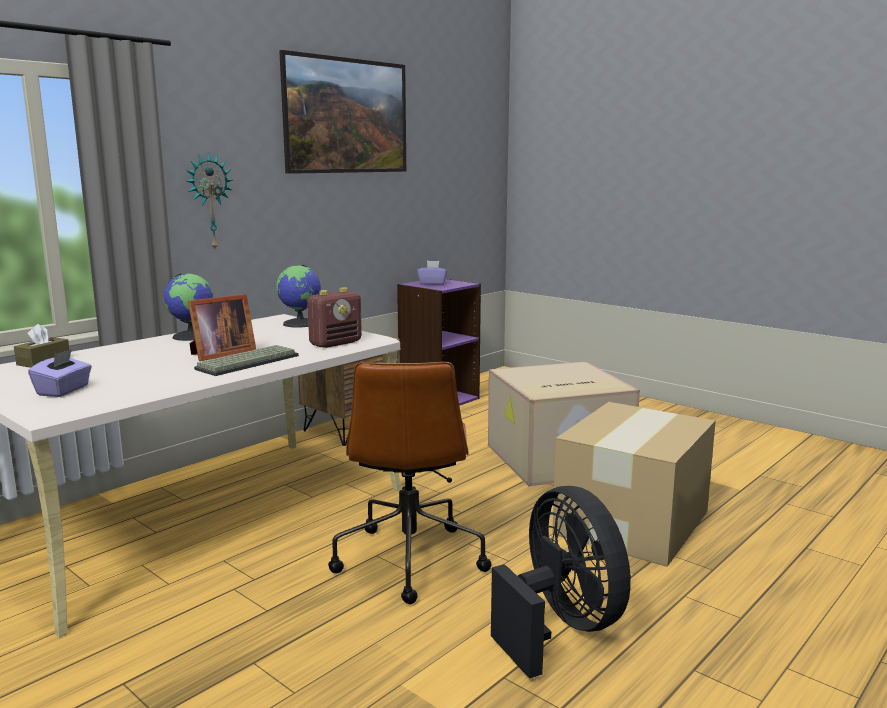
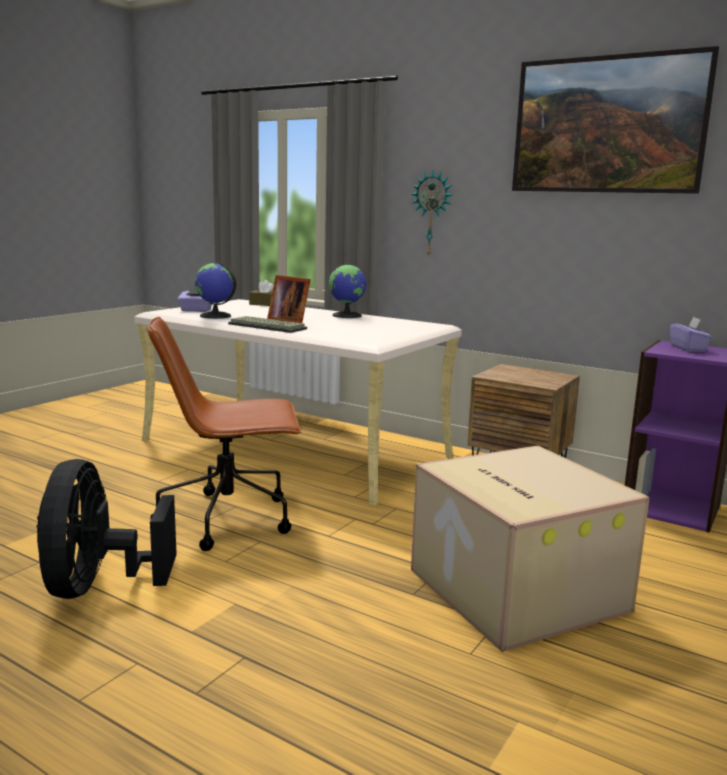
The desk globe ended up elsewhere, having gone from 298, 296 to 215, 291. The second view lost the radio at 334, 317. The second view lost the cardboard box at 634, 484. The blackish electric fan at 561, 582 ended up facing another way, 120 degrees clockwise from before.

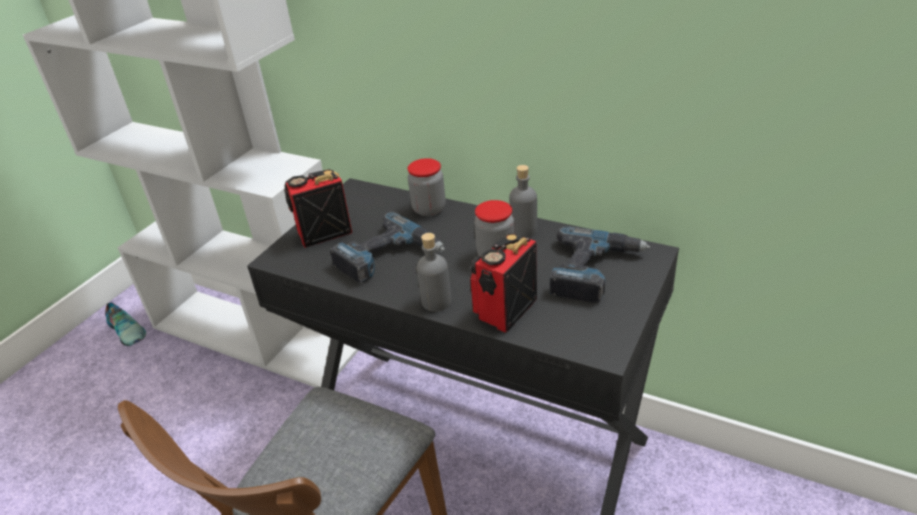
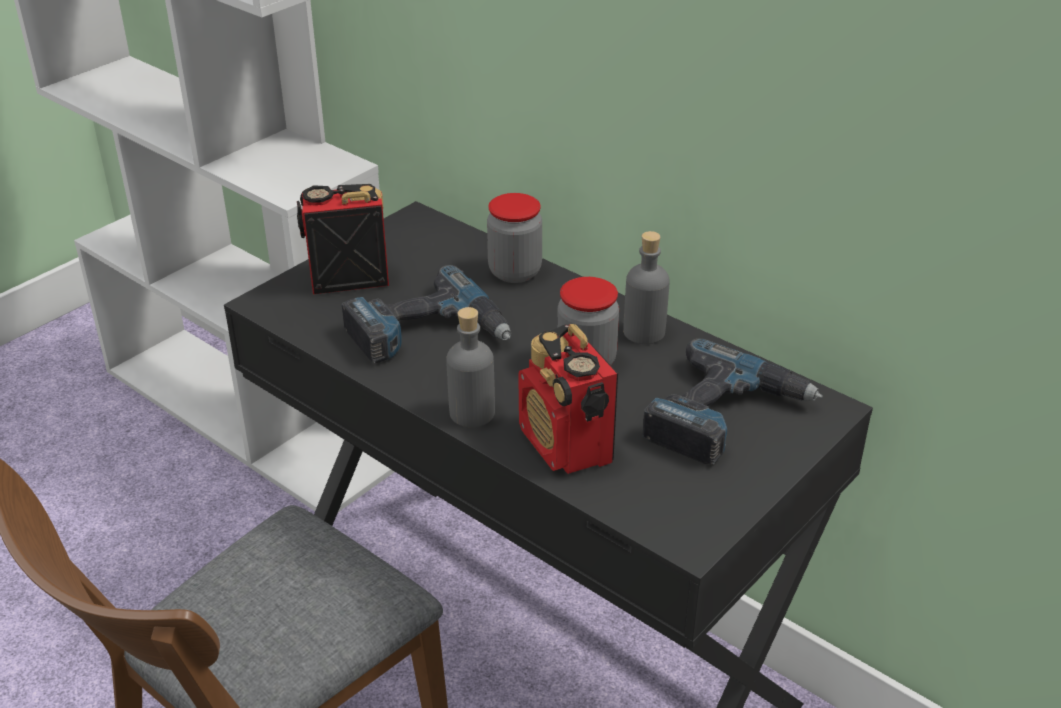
The radio at 503, 283 ended up facing another way, 75 degrees counterclockwise from before. The second view lost the item of footwear at 125, 324.

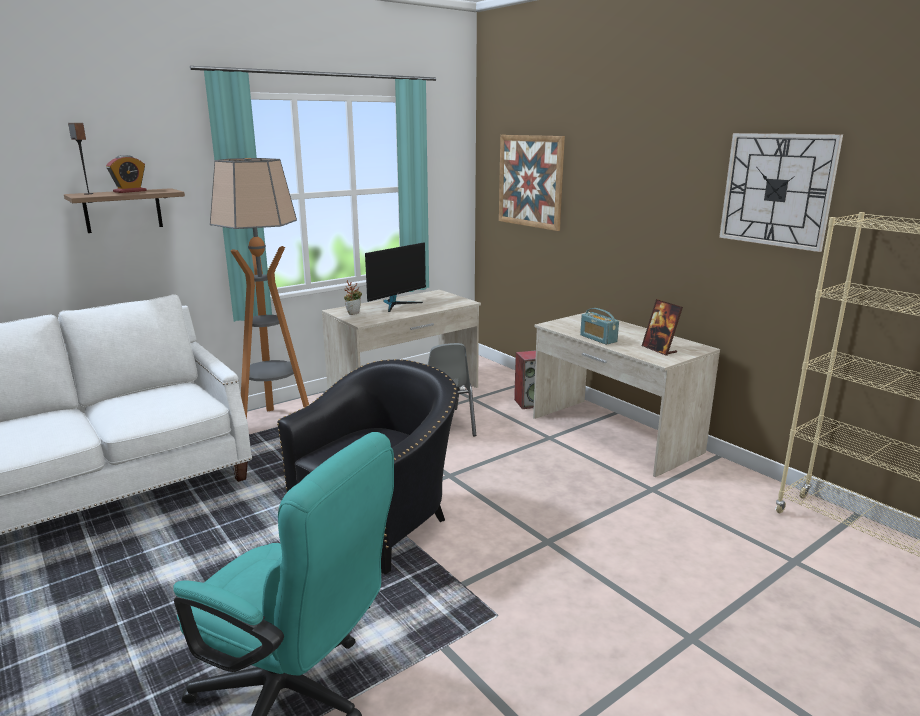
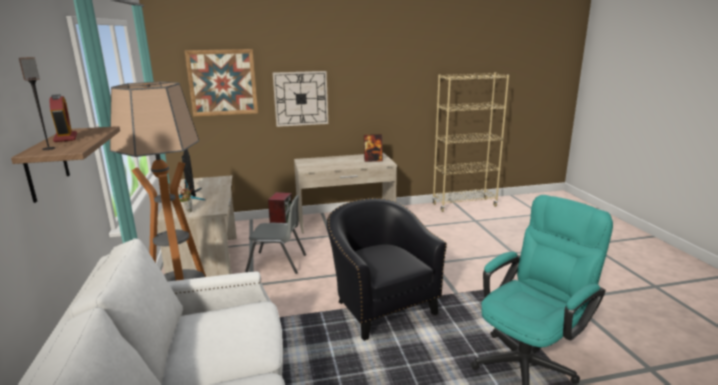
The wall clock ended up elsewhere, having gone from 781, 192 to 300, 99. The second view lost the radio at 599, 326.

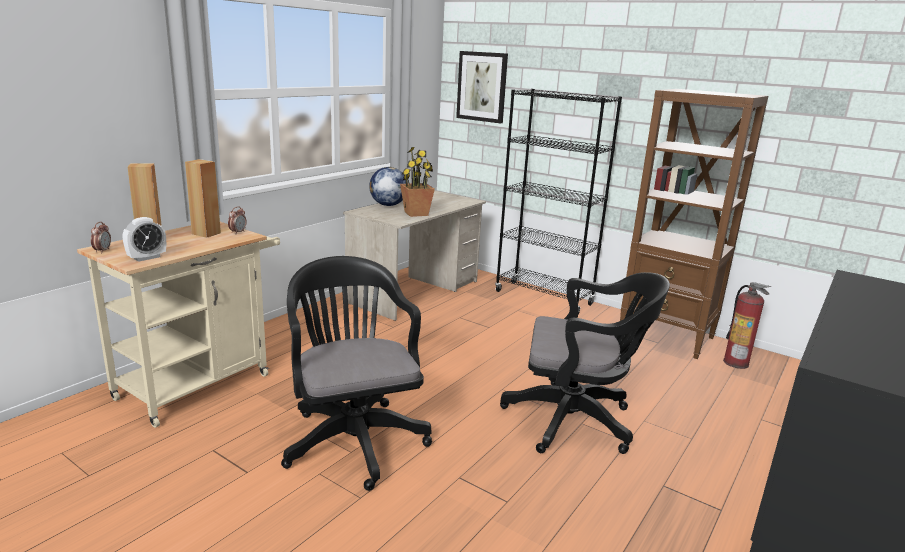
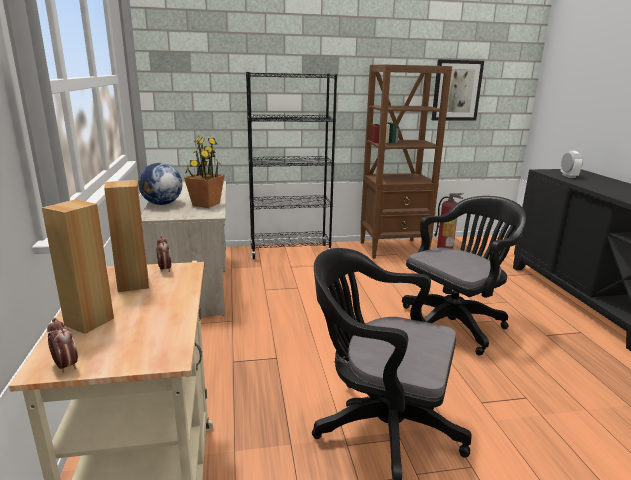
The wall art ended up elsewhere, having gone from 482, 87 to 458, 90. The table clock ended up elsewhere, having gone from 144, 239 to 572, 164.

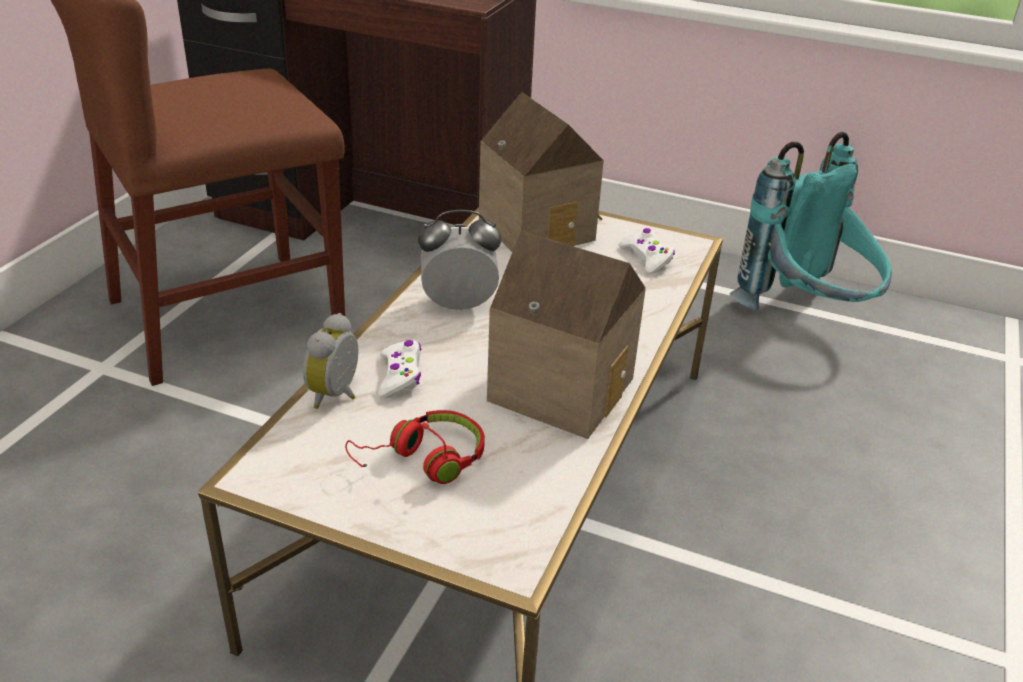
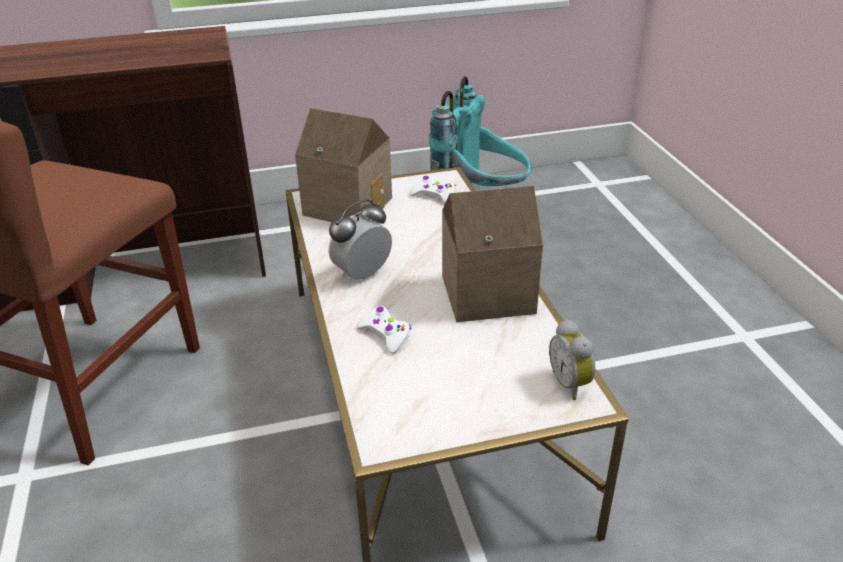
The table clock ended up elsewhere, having gone from 330, 361 to 572, 359. The second view lost the reddish headphones at 415, 447.

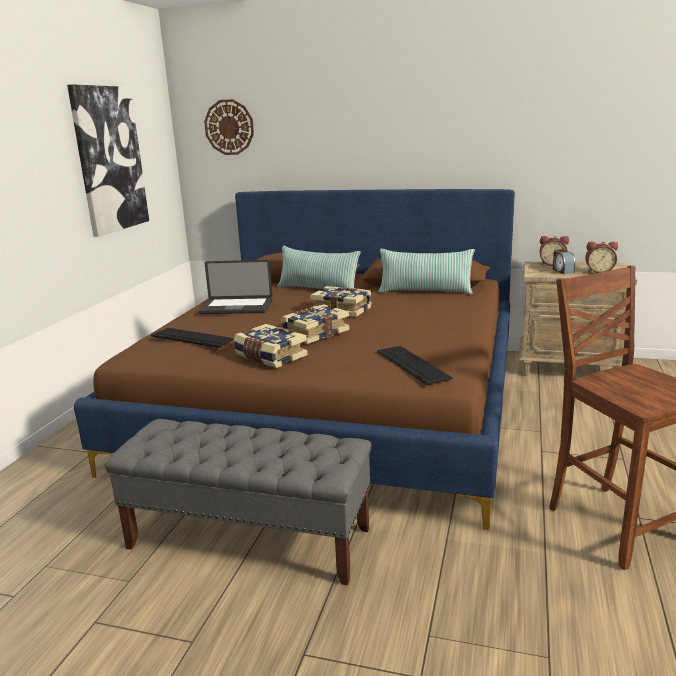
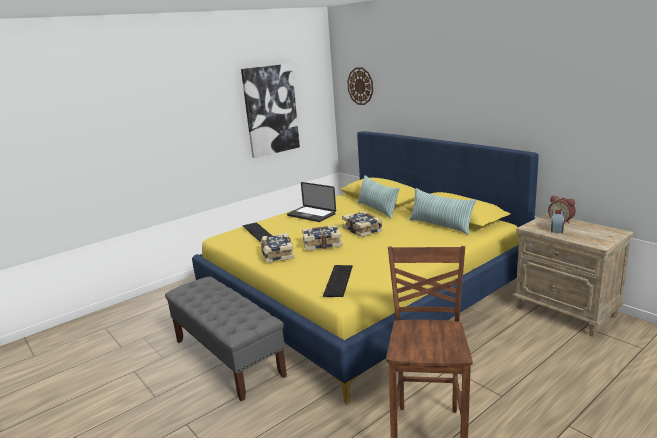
What was the brown-coloured bed at 294, 359 turned into the yellow-coloured bed at 365, 267. The second view lost the table clock at 601, 257.

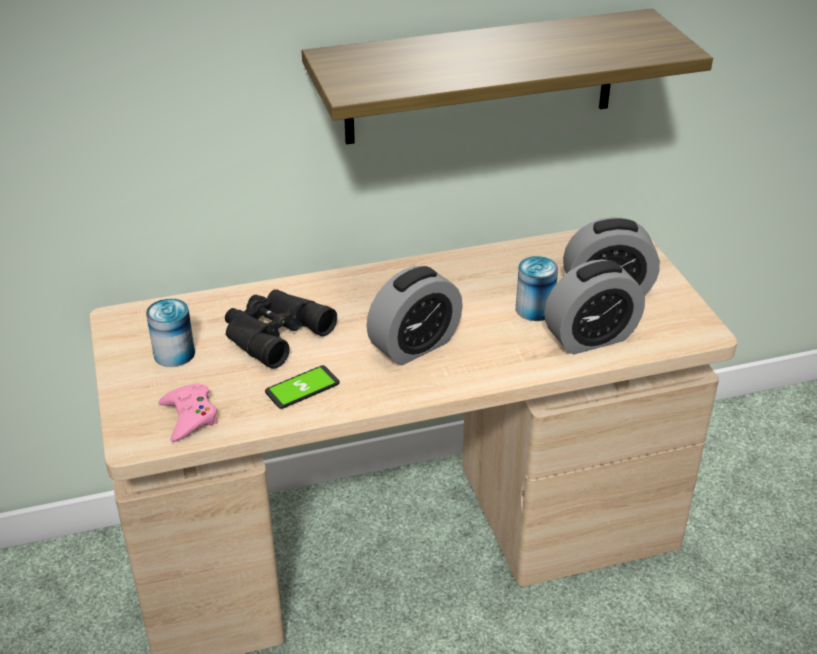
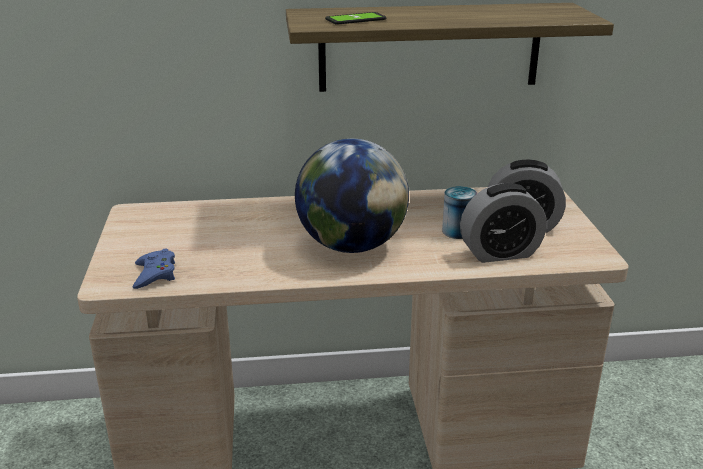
Where the table clock stood at 414, 315, the desk globe came to stand at 352, 195. The second view lost the blackish pair of binoculars at 281, 329. The second view lost the metal can at 170, 333. The telephone ended up elsewhere, having gone from 302, 387 to 355, 18. What was the pink gamepad at 188, 412 turned into the bluish gamepad at 154, 269.

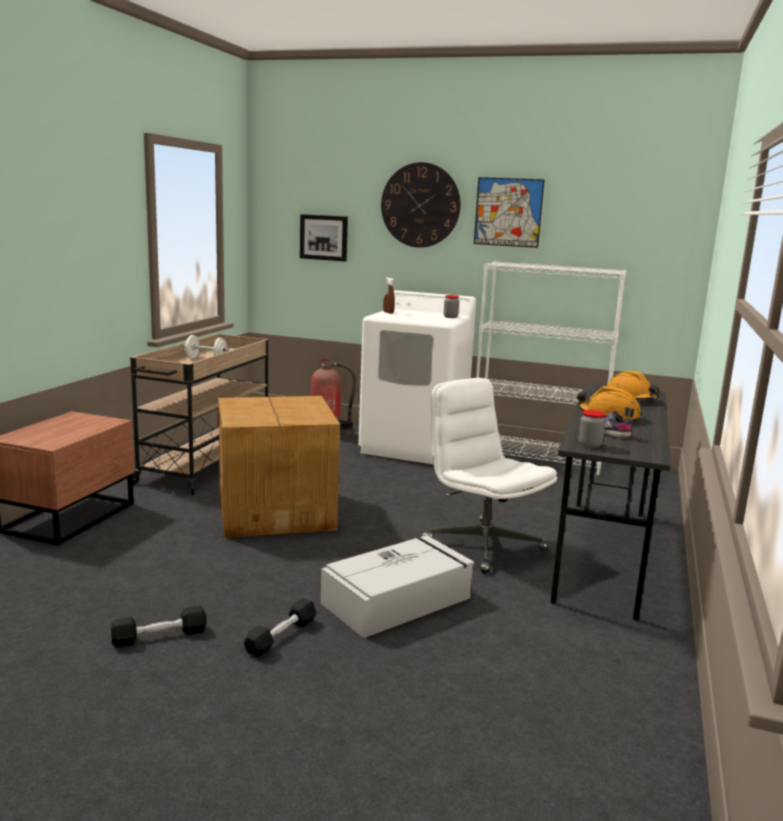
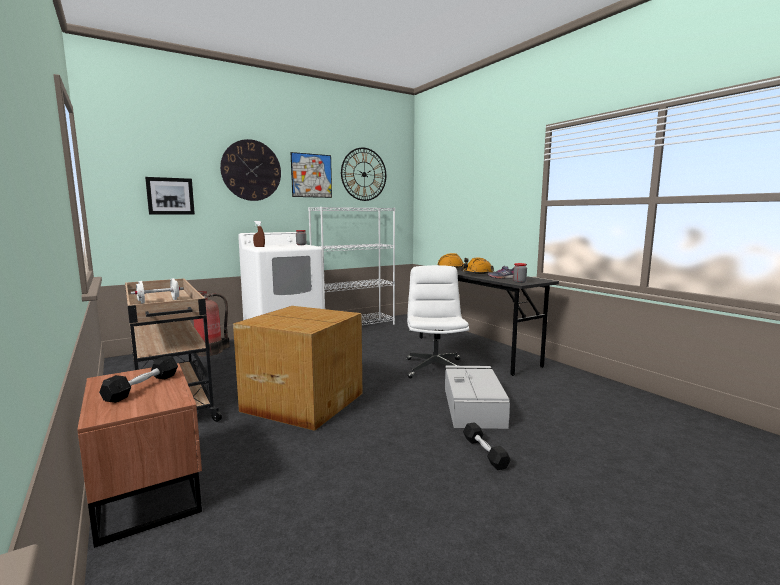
The whitish office chair at 489, 476 ended up facing another way, 90 degrees clockwise from before. The blackish hand weight ended up elsewhere, having gone from 158, 626 to 138, 379. The second view gained the wall clock at 363, 174.

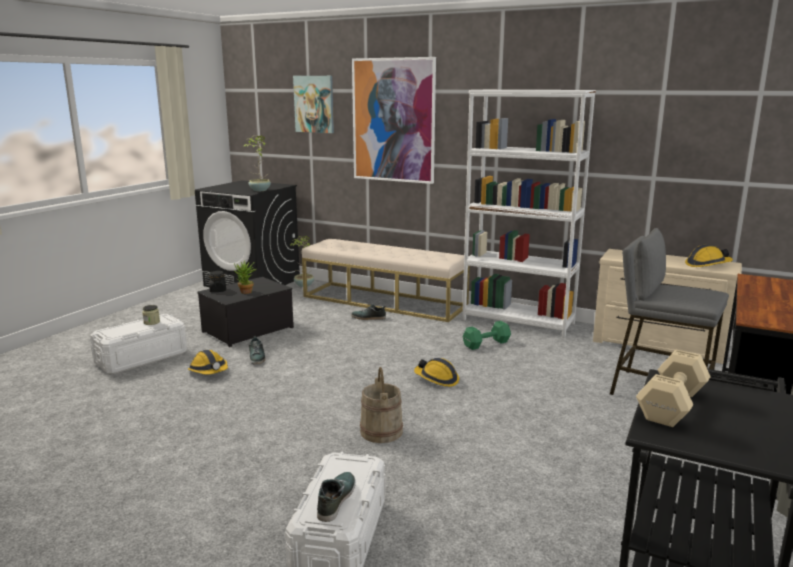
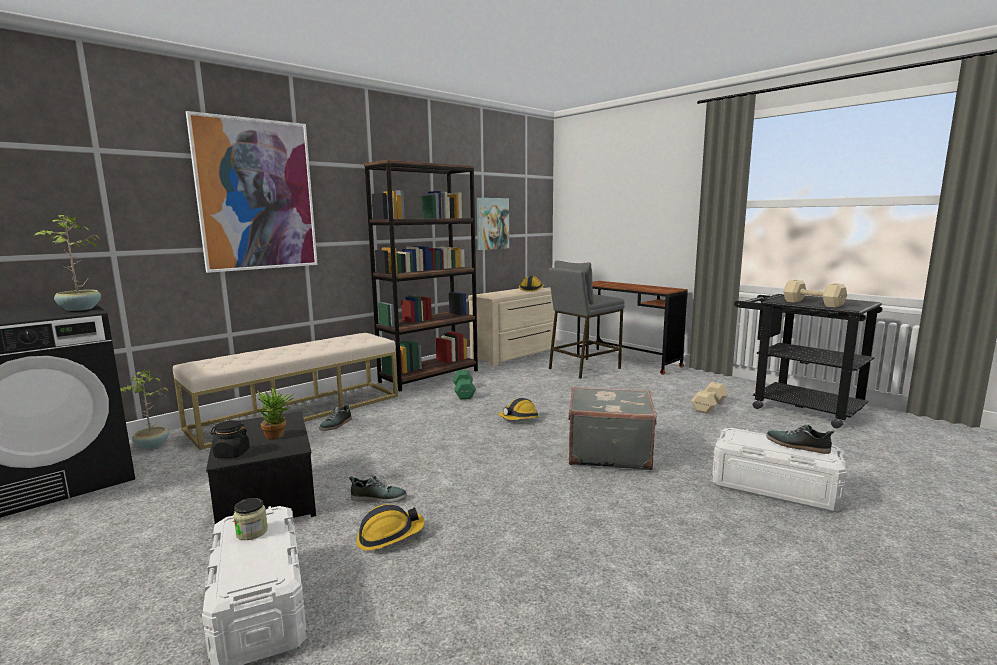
The wall art ended up elsewhere, having gone from 313, 104 to 493, 224. What was the whitish bookshelf at 529, 214 turned into the brown-coloured bookshelf at 421, 275. Where the beige-coloured bucket stood at 381, 405, the greyish suitcase came to stand at 612, 428. The second view gained the beige-coloured hand weight at 709, 398.

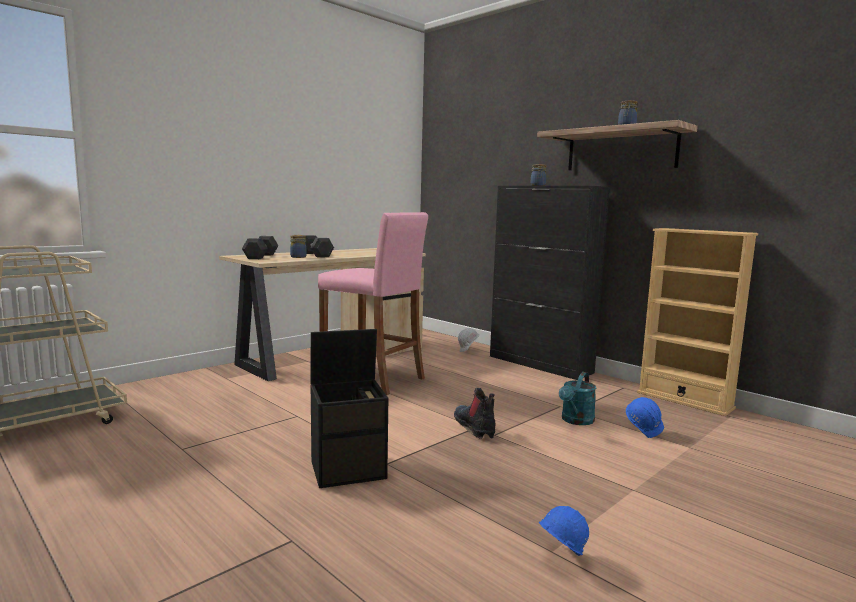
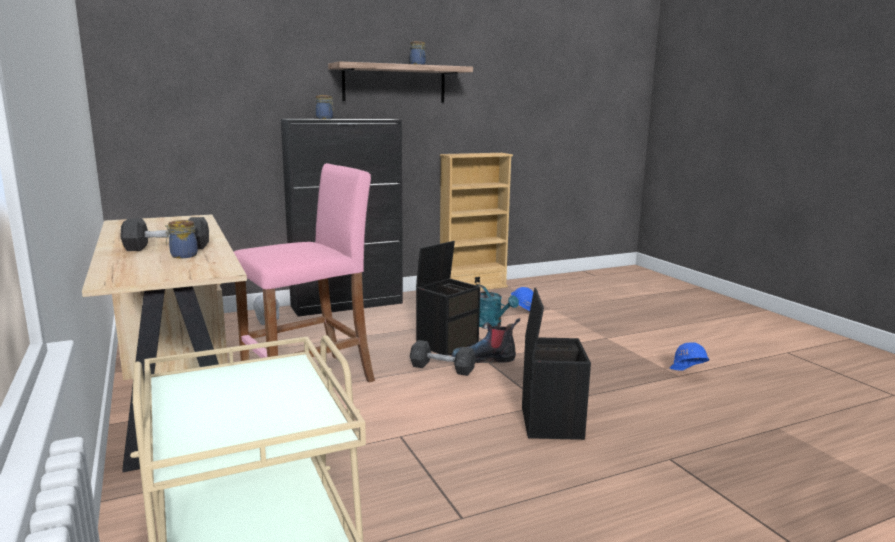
The greyish hand weight ended up elsewhere, having gone from 260, 247 to 443, 358. The second view gained the blackish storage container at 448, 298.

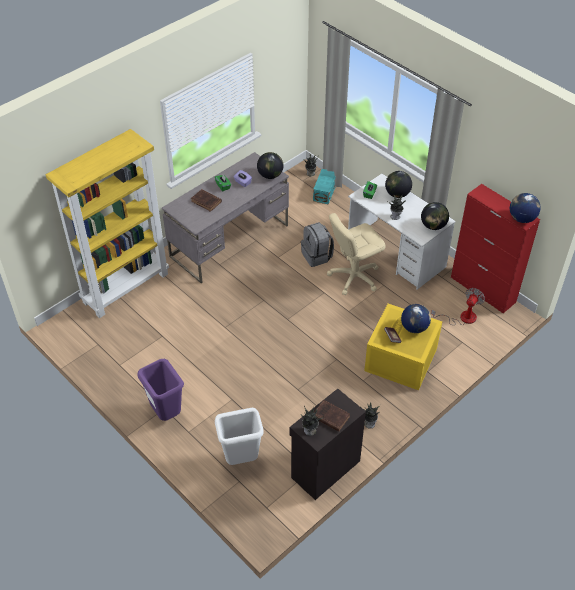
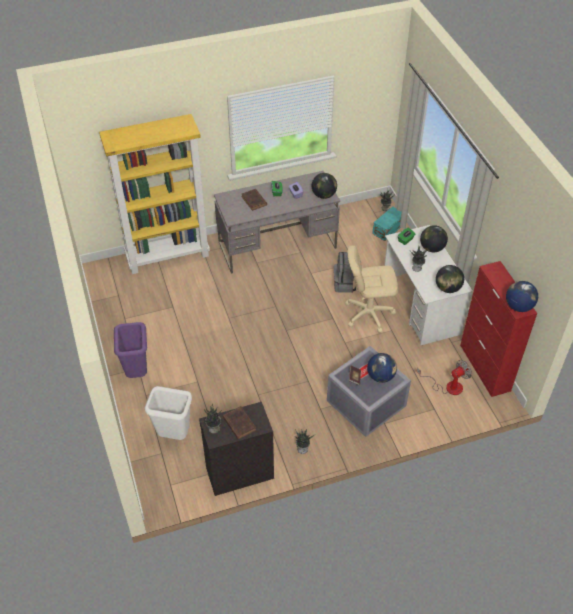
What was the yellow-coloured storage container at 403, 347 turned into the greyish storage container at 369, 391.

